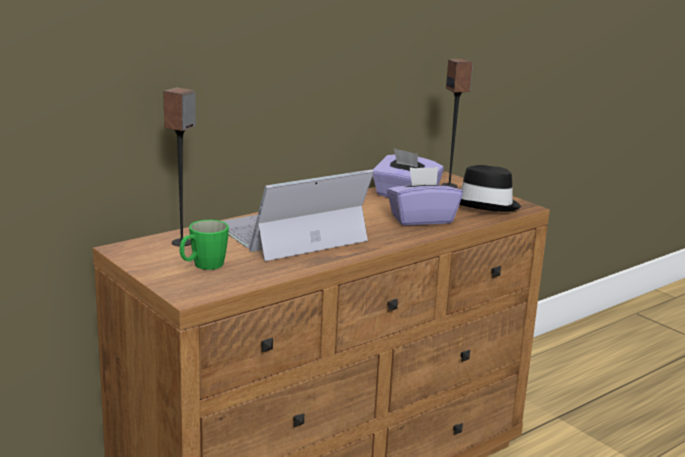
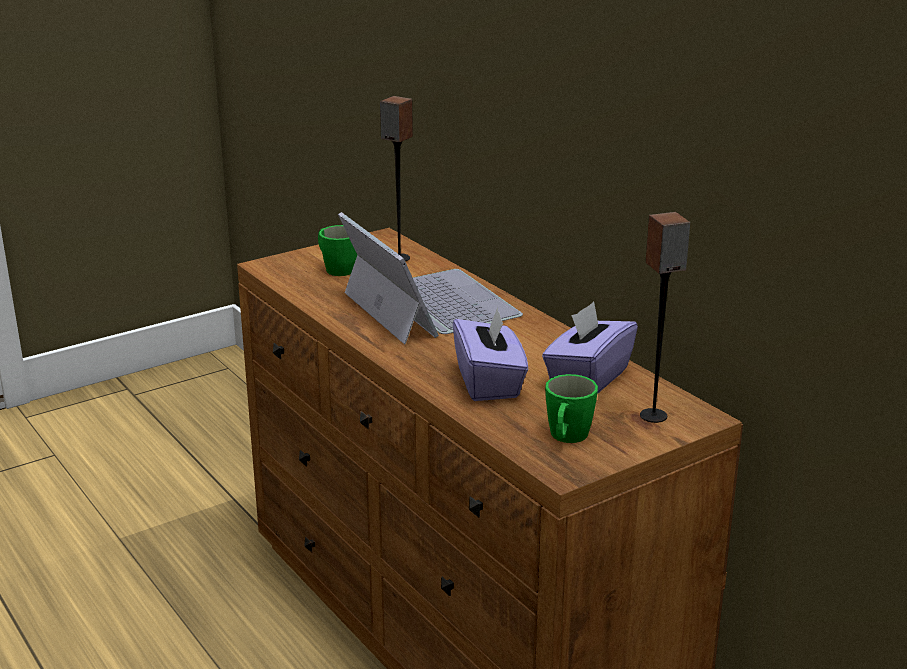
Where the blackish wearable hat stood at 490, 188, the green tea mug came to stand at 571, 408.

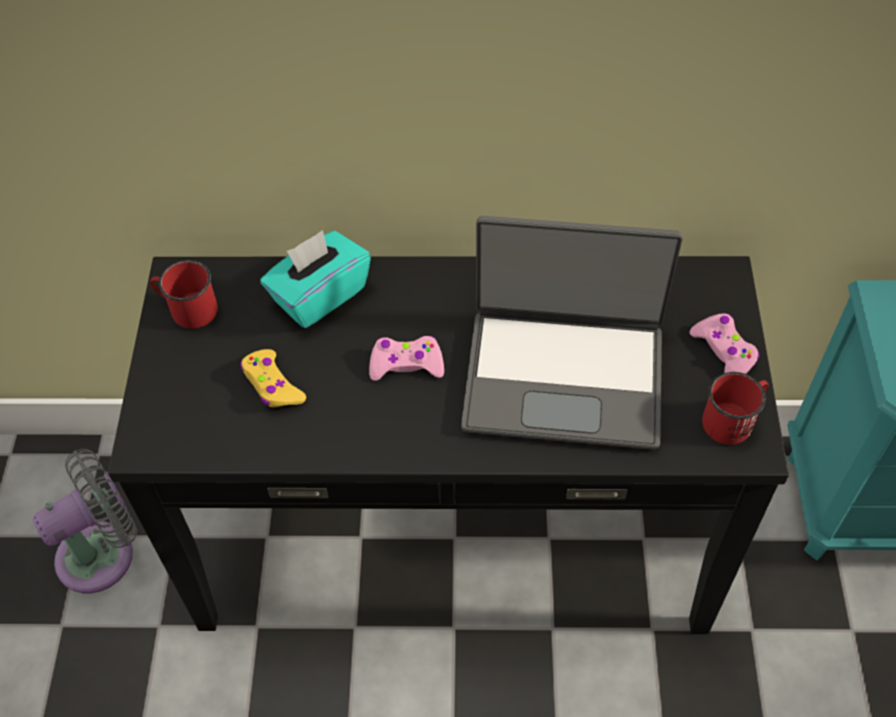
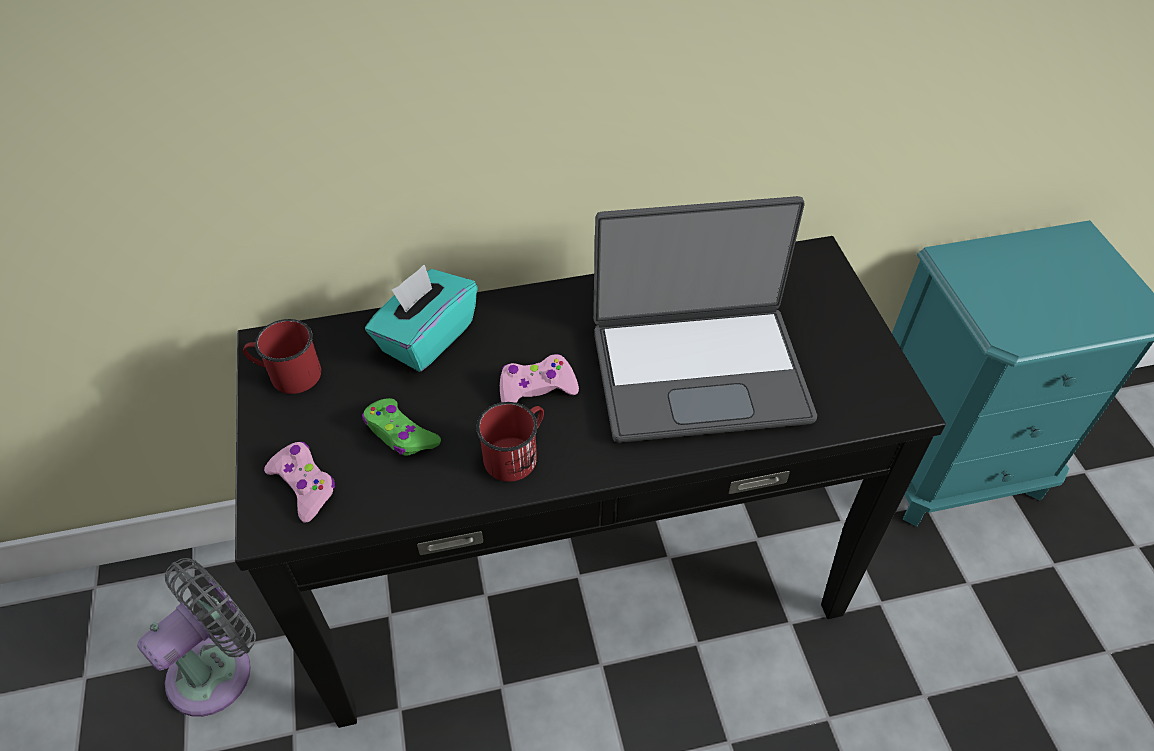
The pink gamepad ended up elsewhere, having gone from 724, 343 to 299, 482. What was the yellow-coloured gamepad at 273, 378 turned into the green gamepad at 401, 427. The reddish tea mug ended up elsewhere, having gone from 735, 408 to 510, 442.

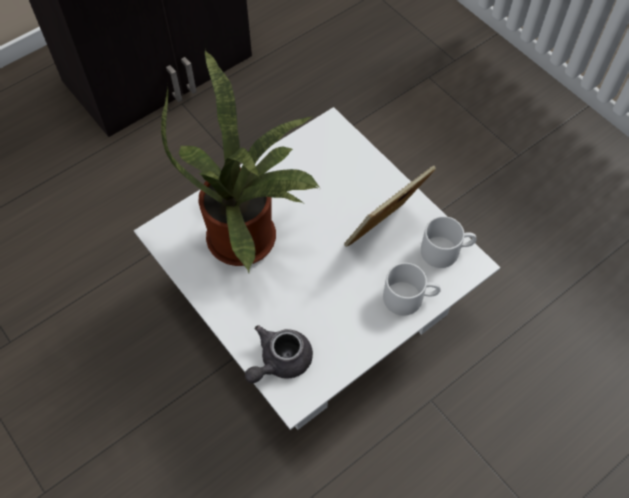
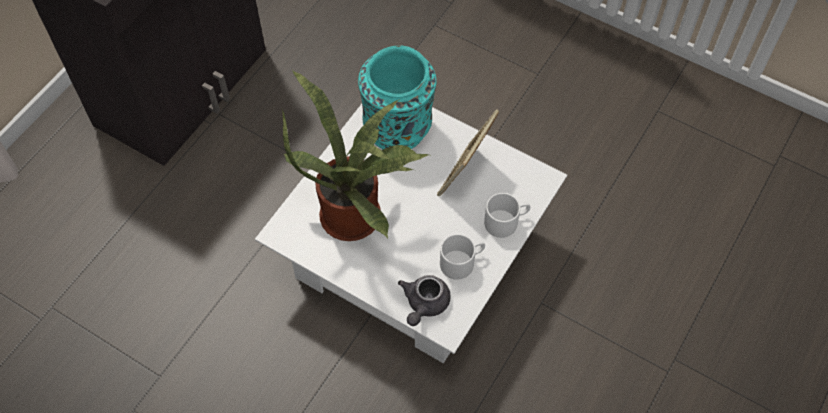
The whitish tea mug ended up elsewhere, having gone from 449, 242 to 462, 257. The second view gained the turquoise decorative vase at 397, 97.

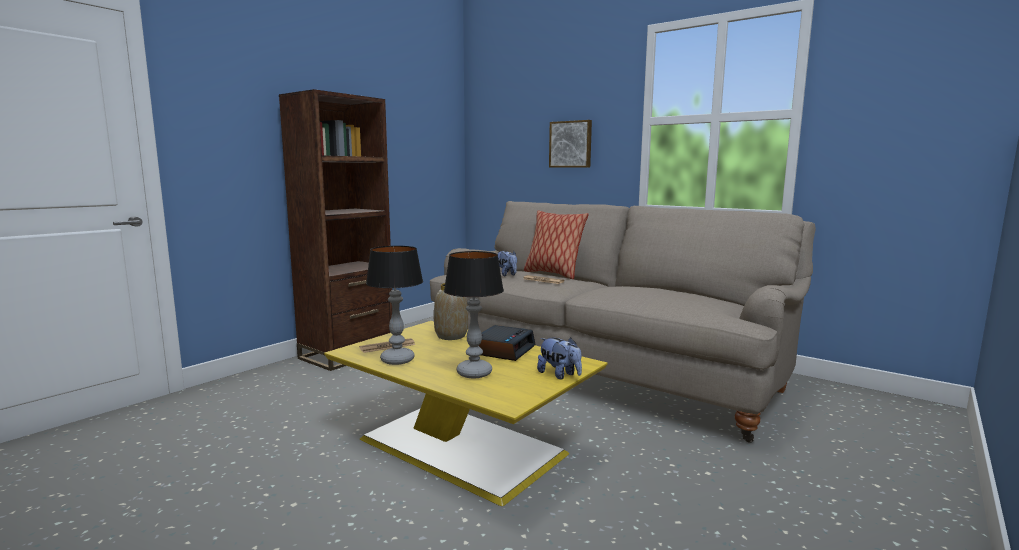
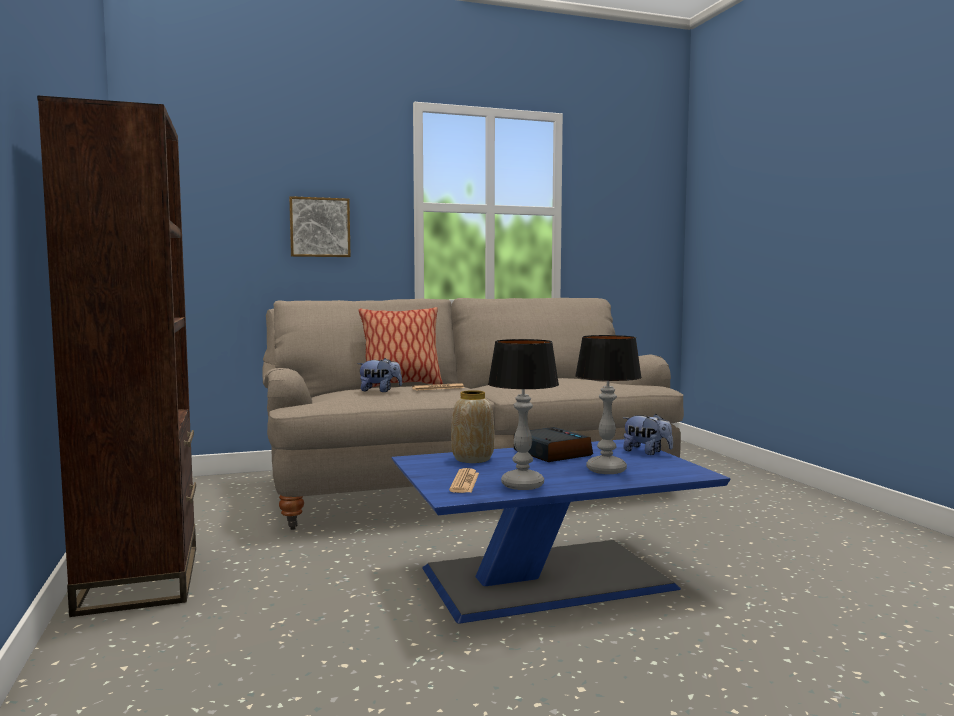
What was the yellow-coloured lounge table at 466, 413 turned into the bluish lounge table at 561, 531. The plush toy at 559, 358 ended up facing another way, 45 degrees clockwise from before.

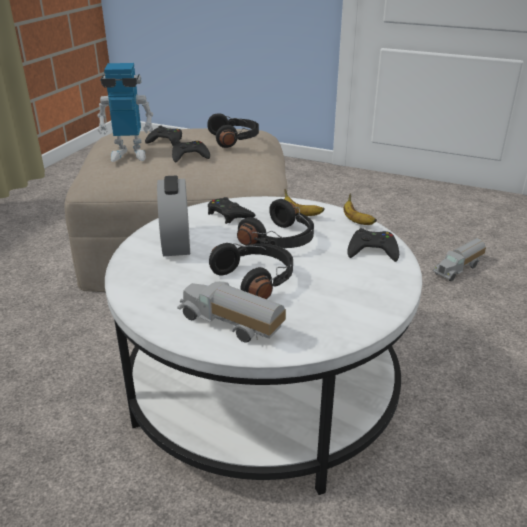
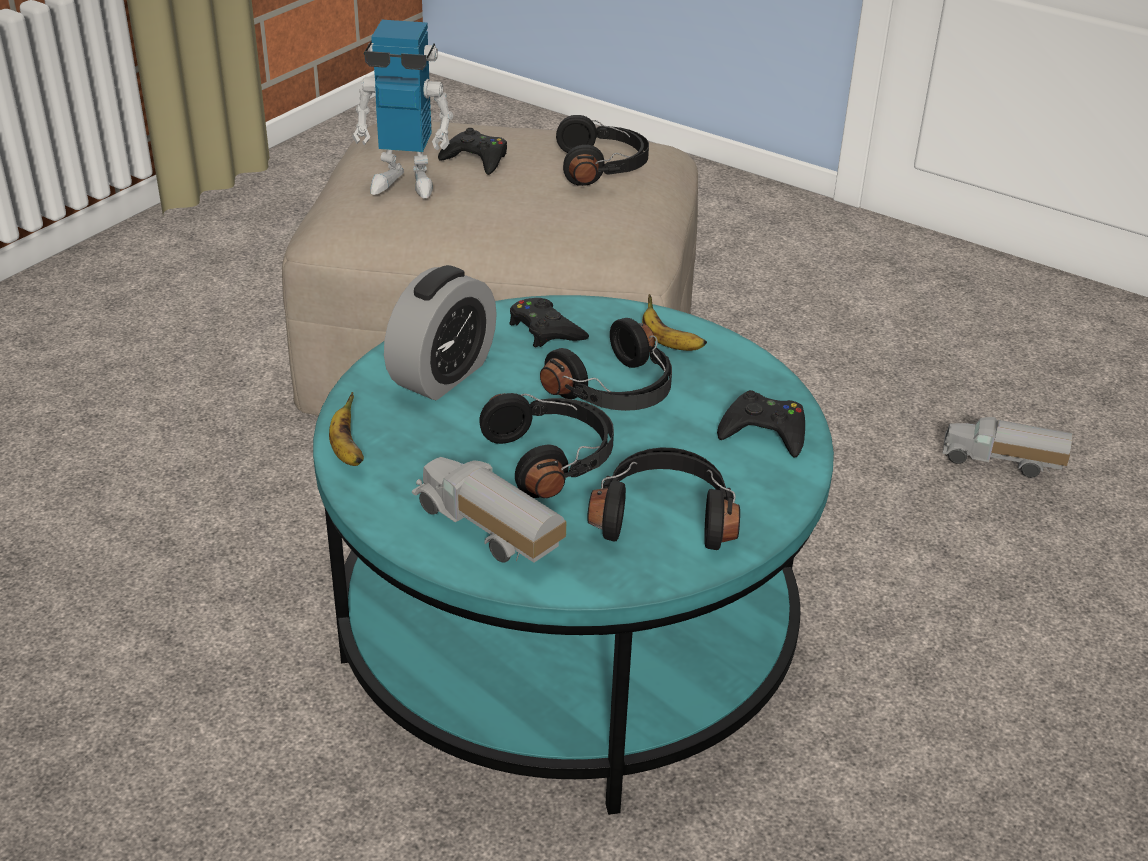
The second view lost the blackish gamepad at 191, 152. The table clock at 173, 216 ended up facing another way, 150 degrees counterclockwise from before. The banana ended up elsewhere, having gone from 360, 209 to 346, 429. What was the whitish lounge table at 263, 345 turned into the turquoise lounge table at 573, 555. The toy lorry at 459, 259 ended up facing another way, 45 degrees clockwise from before. The second view gained the blackish headphones at 663, 499.

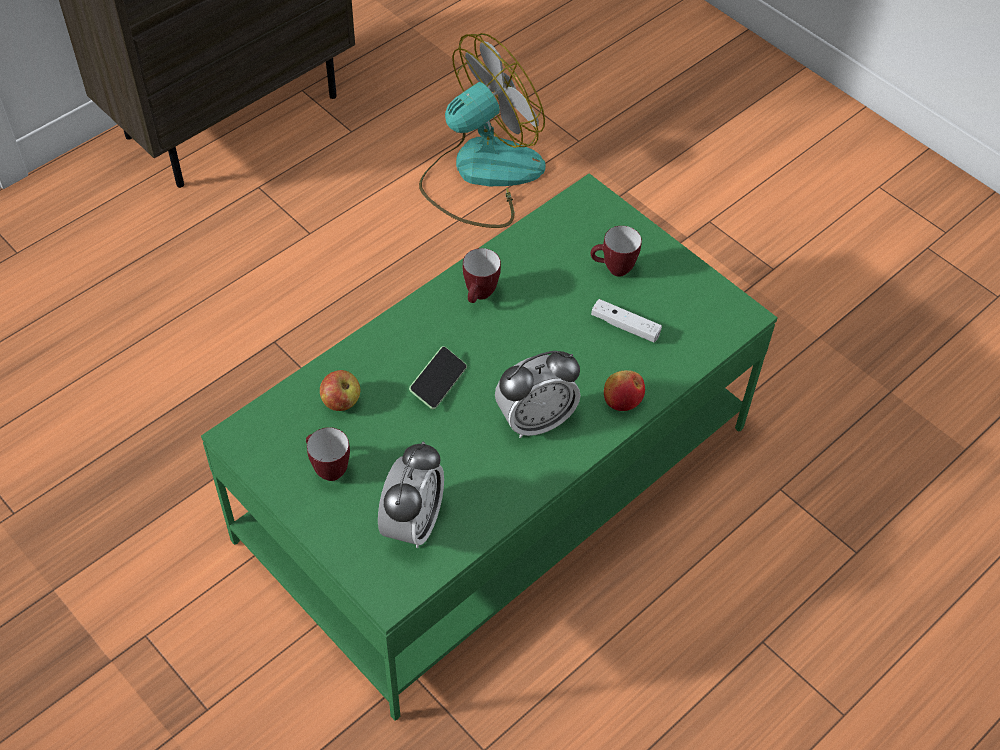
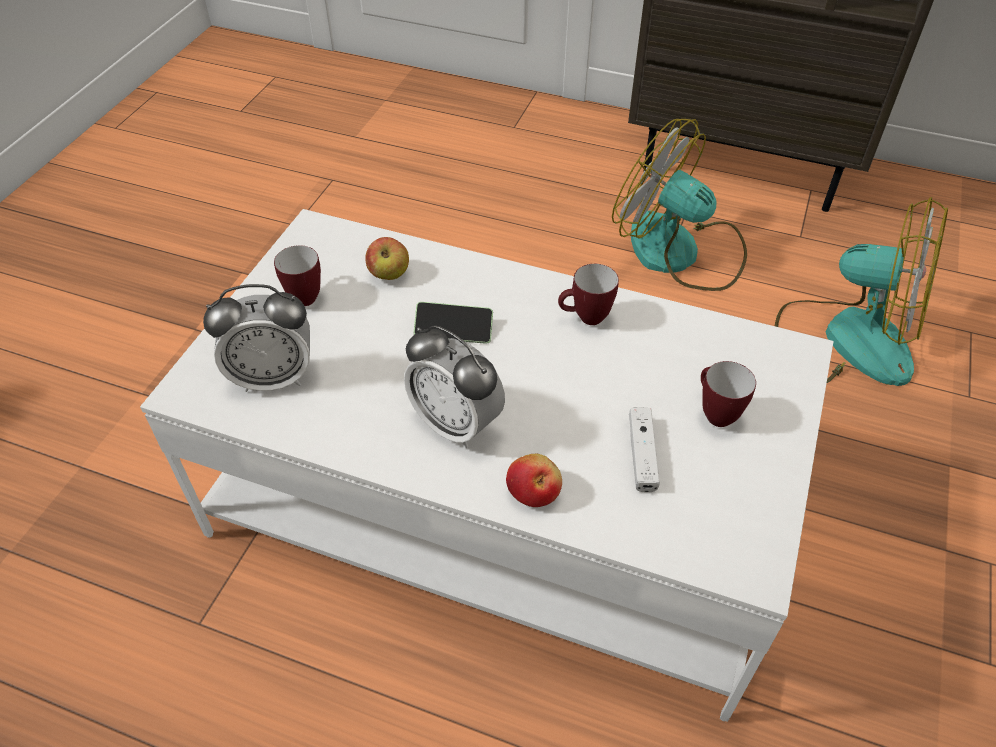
What was the green lounge table at 489, 447 turned into the whitish lounge table at 487, 465. The second view gained the electric fan at 679, 205.

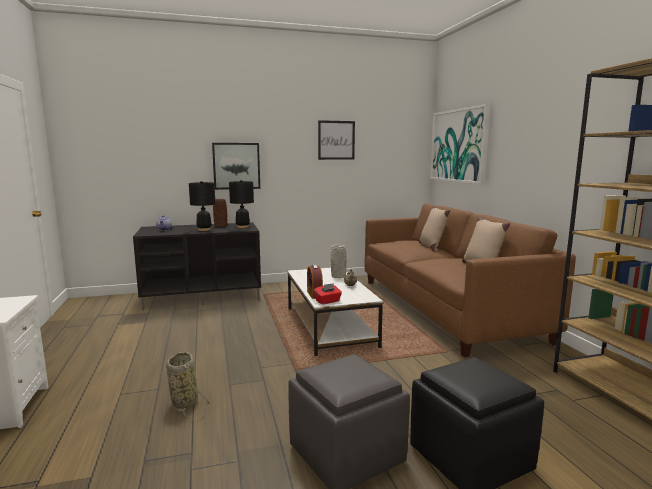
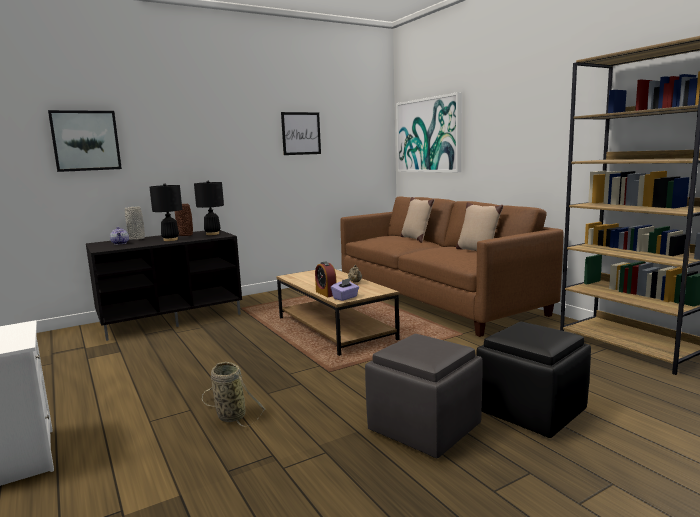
The wall art ended up elsewhere, having gone from 236, 166 to 85, 141. The greyish decorative vase ended up elsewhere, having gone from 339, 261 to 135, 223. What was the whitish lounge table at 335, 312 turned into the brown-coloured lounge table at 337, 312. What was the reddish box of tissues at 328, 294 turned into the purplish box of tissues at 345, 289.

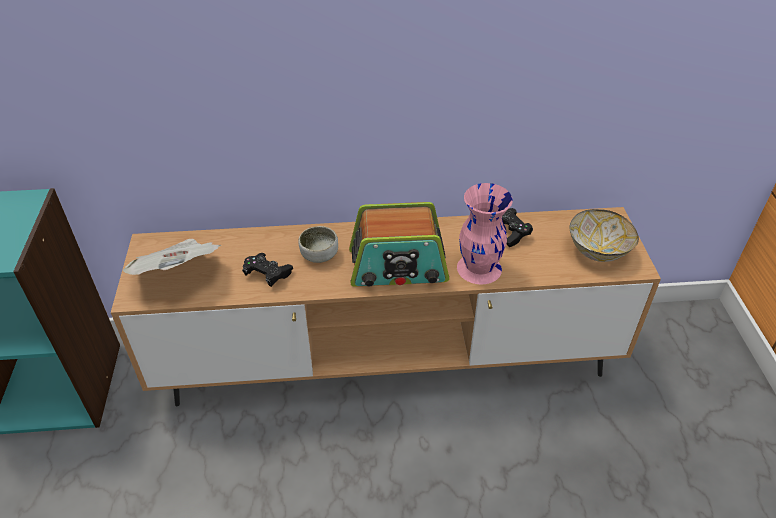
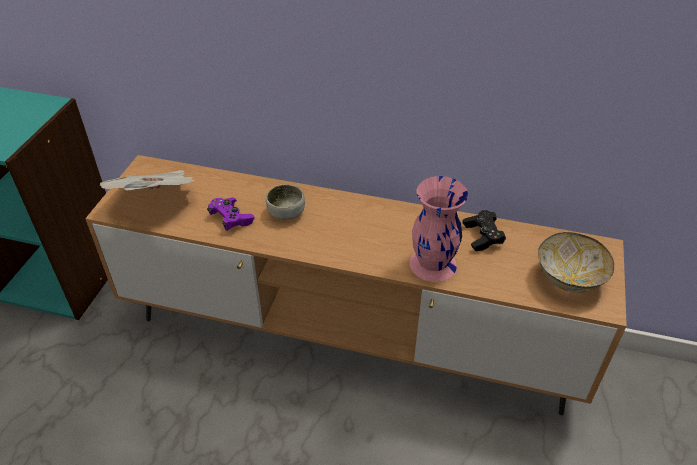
The second view lost the radio at 399, 244. What was the blackish gamepad at 267, 270 turned into the purplish gamepad at 231, 214.

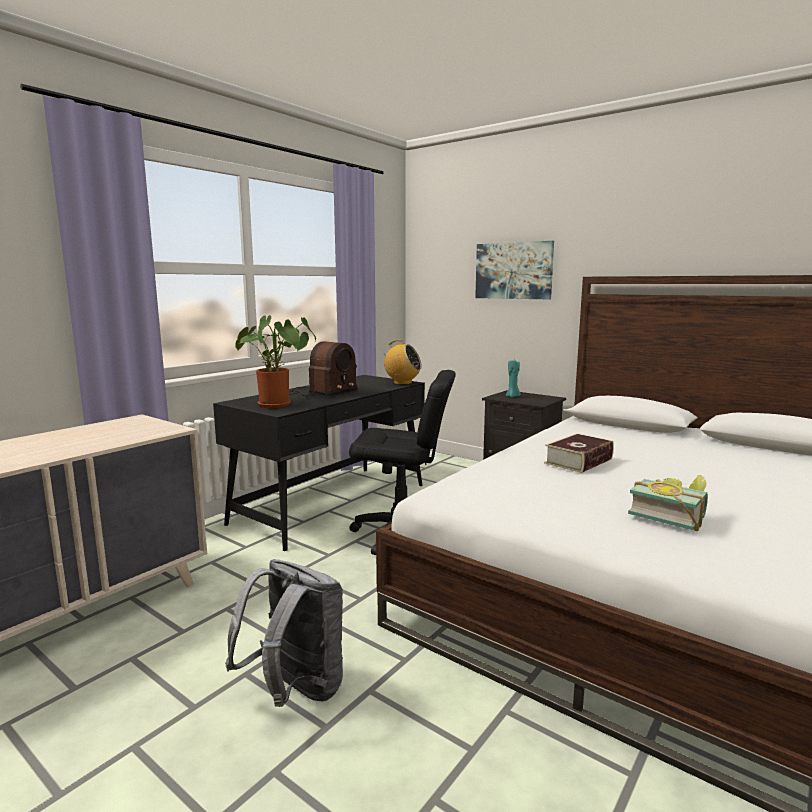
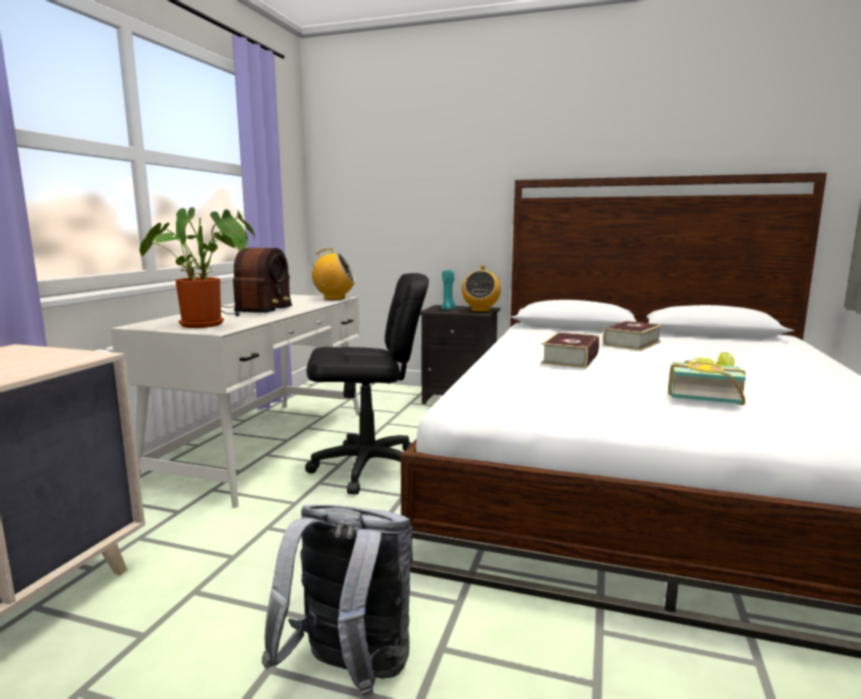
The second view lost the wall art at 514, 270. What was the blackish desk unit at 319, 463 turned into the whitish desk unit at 235, 401. The second view gained the radio at 481, 288. The second view gained the book at 633, 336.

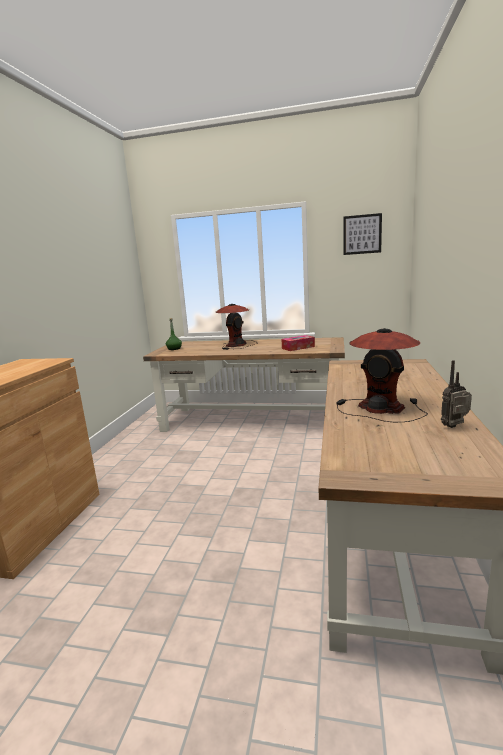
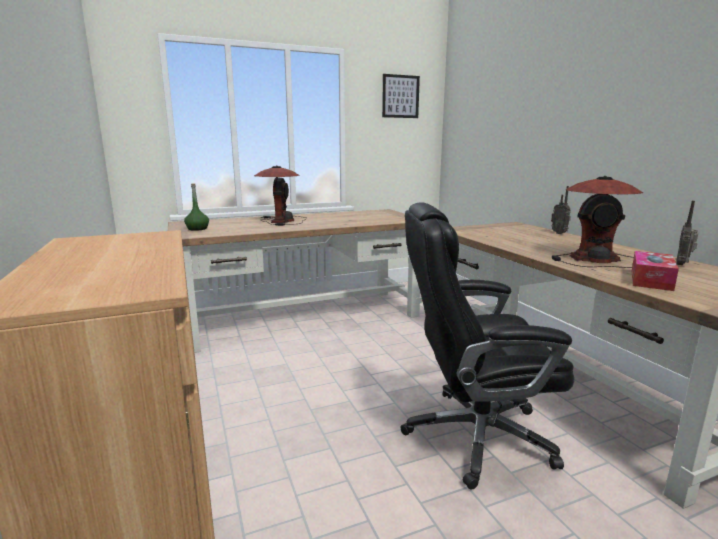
The box of tissues ended up elsewhere, having gone from 298, 343 to 655, 271. The second view gained the radio at 561, 210. The second view gained the blackish office chair at 487, 345.

